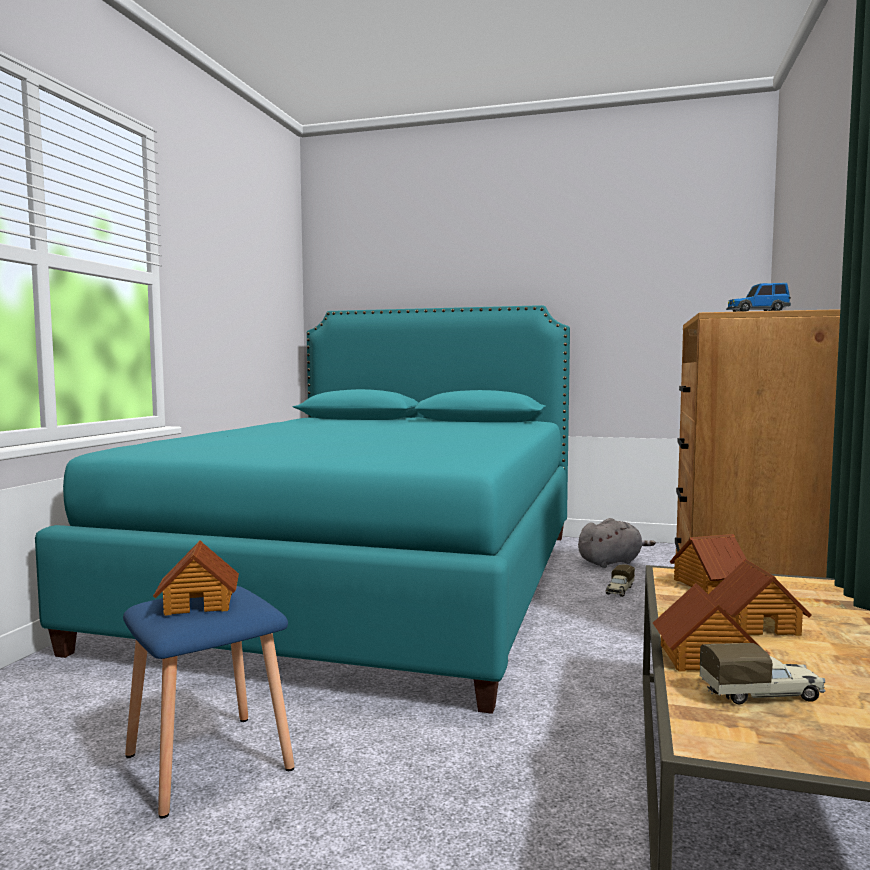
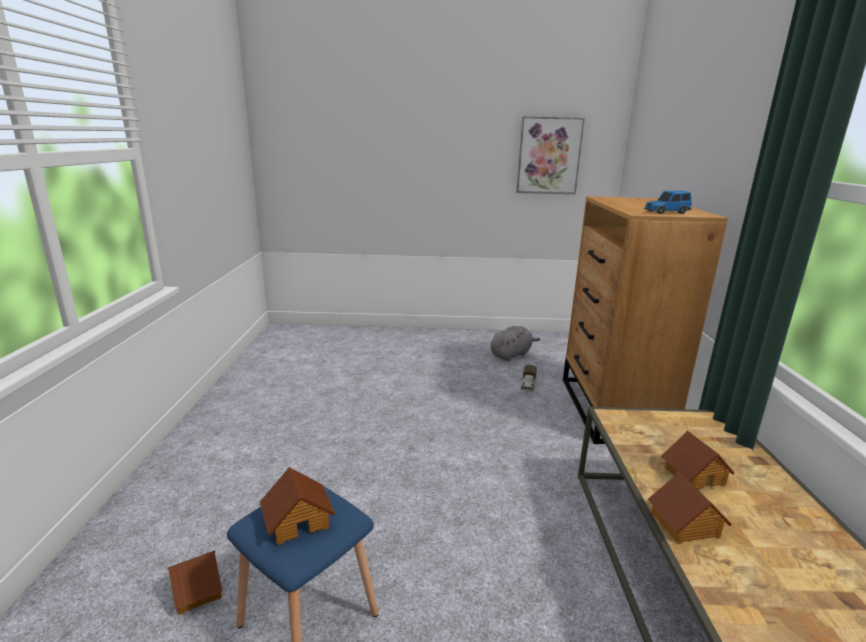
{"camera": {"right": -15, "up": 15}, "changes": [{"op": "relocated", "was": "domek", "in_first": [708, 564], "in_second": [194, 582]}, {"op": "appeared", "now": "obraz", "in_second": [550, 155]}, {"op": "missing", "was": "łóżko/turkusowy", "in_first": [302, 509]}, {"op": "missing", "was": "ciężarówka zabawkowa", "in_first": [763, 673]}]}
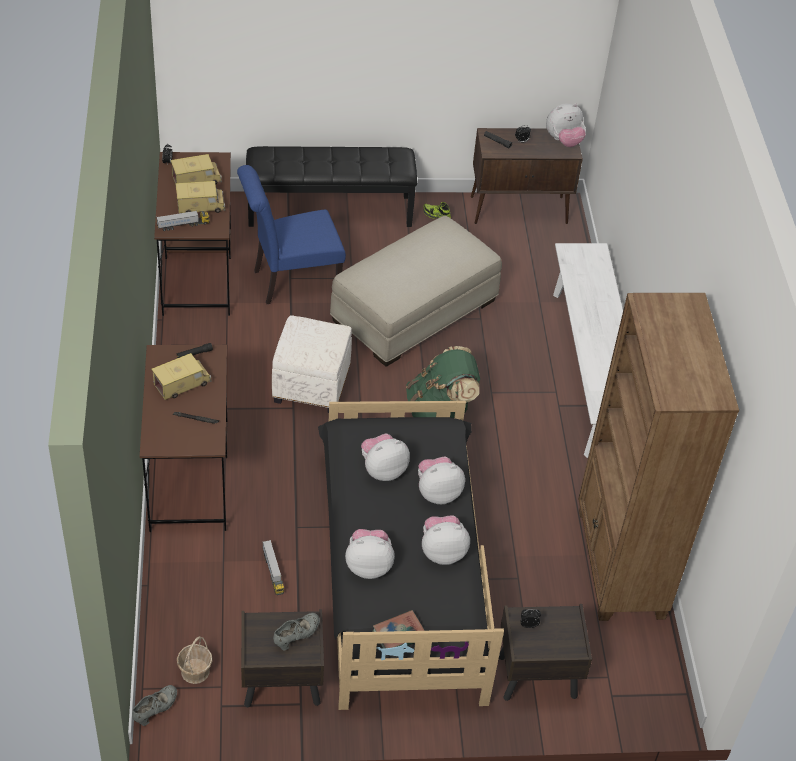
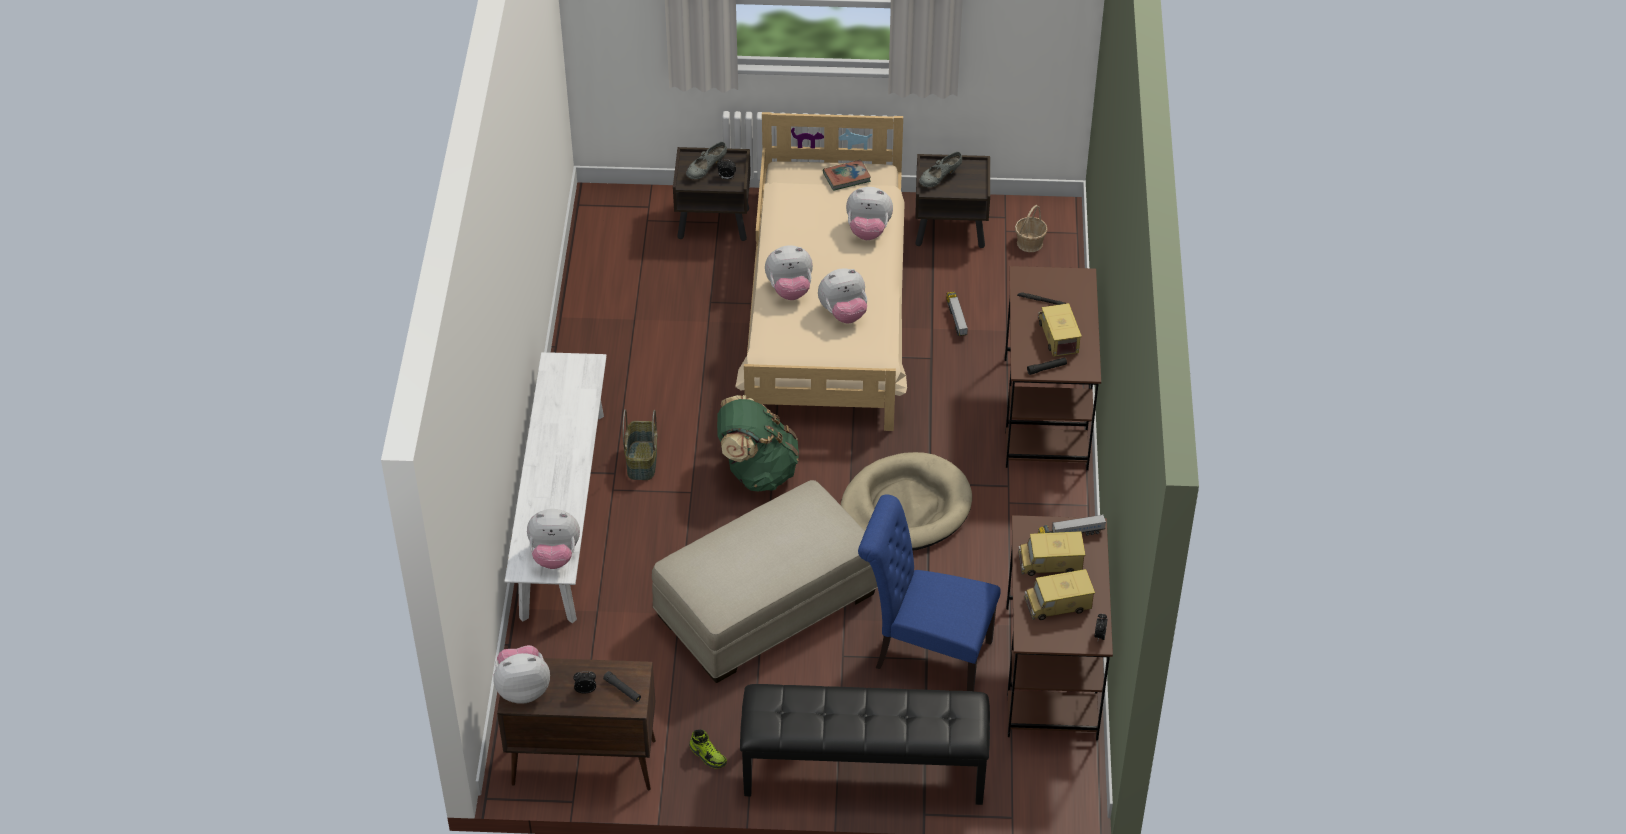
{"camera": {"right": -170, "up": 0}, "changes": [{"op": "relocated", "was": "pluszak", "in_first": [446, 540], "in_second": [553, 539]}, {"op": "appeared", "now": "koszyk", "in_second": [640, 444]}, {"op": "relocated", "was": "but/szary", "in_first": [154, 705], "in_second": [706, 161]}, {"op": "colour", "was": "łóżko/czarny", "now": "łóżko/beżowy", "in_first": [411, 555], "in_second": [821, 271]}, {"op": "exchanged", "was": "pufa/biały", "now": "legowisko/beżowy", "in_first": [312, 364], "in_second": [906, 501]}, {"op": "spun", "was": "krzesło/niebieski", "in_first": [291, 234], "in_second": [929, 592], "clockwise": -150}, {"op": "spun", "was": "ciężarówka zabawkowa", "in_first": [181, 376], "in_second": [1060, 330], "clockwise": 105}, {"op": "missing", "was": "regał/brązowy", "in_first": [658, 457]}]}
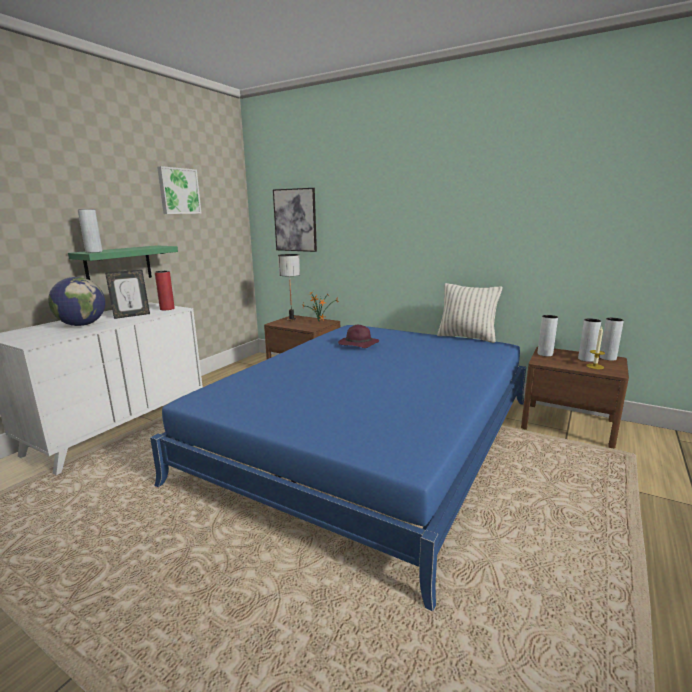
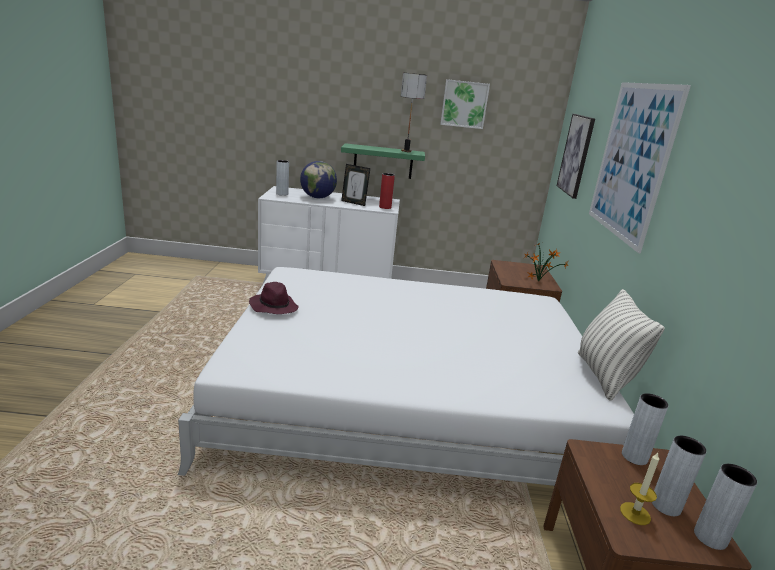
{"camera": {"right": 60, "up": 5}, "changes": [{"op": "colour", "was": "łóżko/niebieski", "now": "łóżko/biały", "in_first": [338, 468], "in_second": [406, 376]}, {"op": "relocated", "was": "kapelusz/fioletowy", "in_first": [358, 336], "in_second": [273, 298]}, {"op": "relocated", "was": "wazon/szary", "in_first": [90, 231], "in_second": [282, 178]}, {"op": "relocated", "was": "lampa stołowa", "in_first": [289, 287], "in_second": [414, 112]}, {"op": "appeared", "now": "obraz", "in_second": [640, 168]}]}
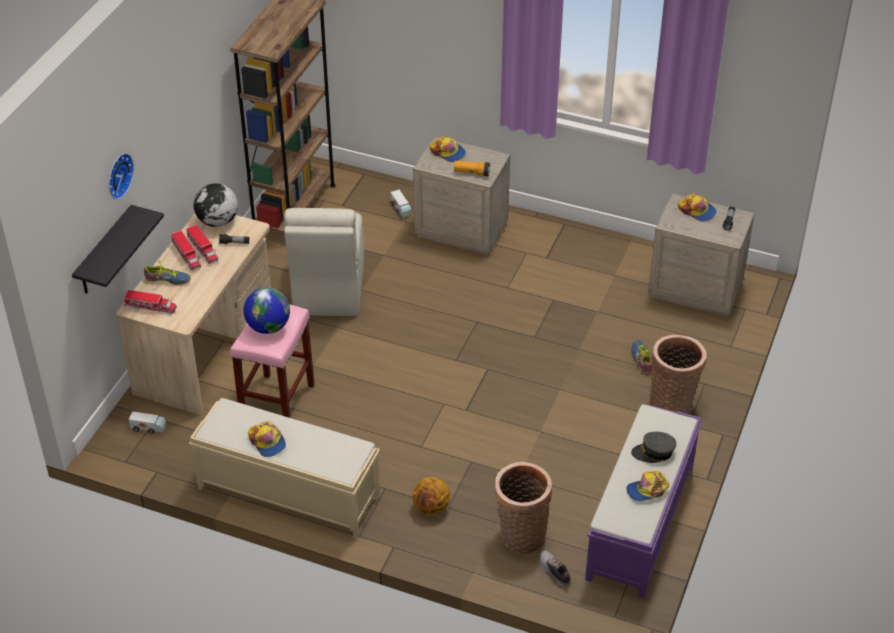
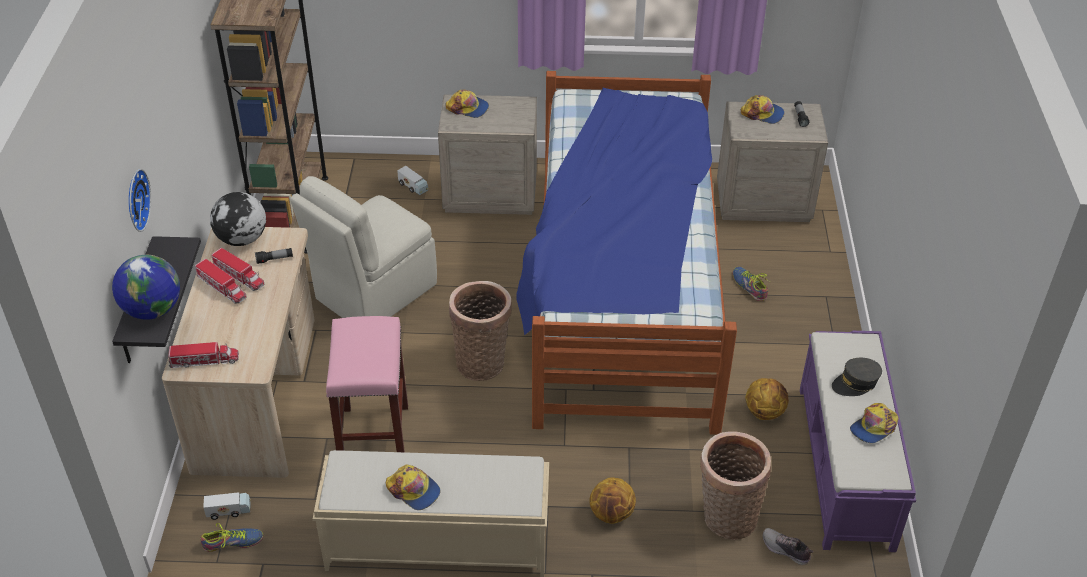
{"camera": {"right": -20, "up": 0}, "changes": [{"op": "relocated", "was": "globus", "in_first": [267, 310], "in_second": [146, 287]}, {"op": "relocated", "was": "but", "in_first": [167, 273], "in_second": [231, 537]}, {"op": "spun", "was": "krzesło/beżowy", "in_first": [324, 262], "in_second": [363, 247], "clockwise": 60}, {"op": "relocated", "was": "koszyk", "in_first": [678, 374], "in_second": [480, 331]}, {"op": "appeared", "now": "łóżko", "in_second": [626, 253]}, {"op": "appeared", "now": "piłka do koszykówki", "in_second": [767, 399]}, {"op": "missing", "was": "latarka", "in_first": [472, 168]}]}
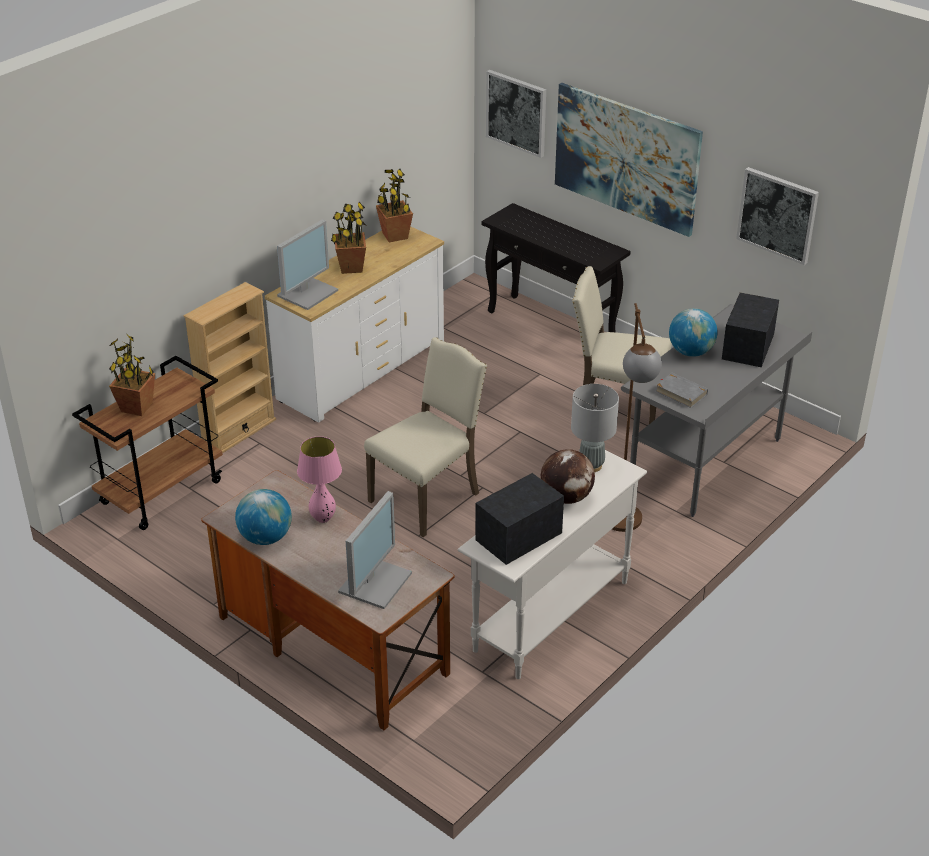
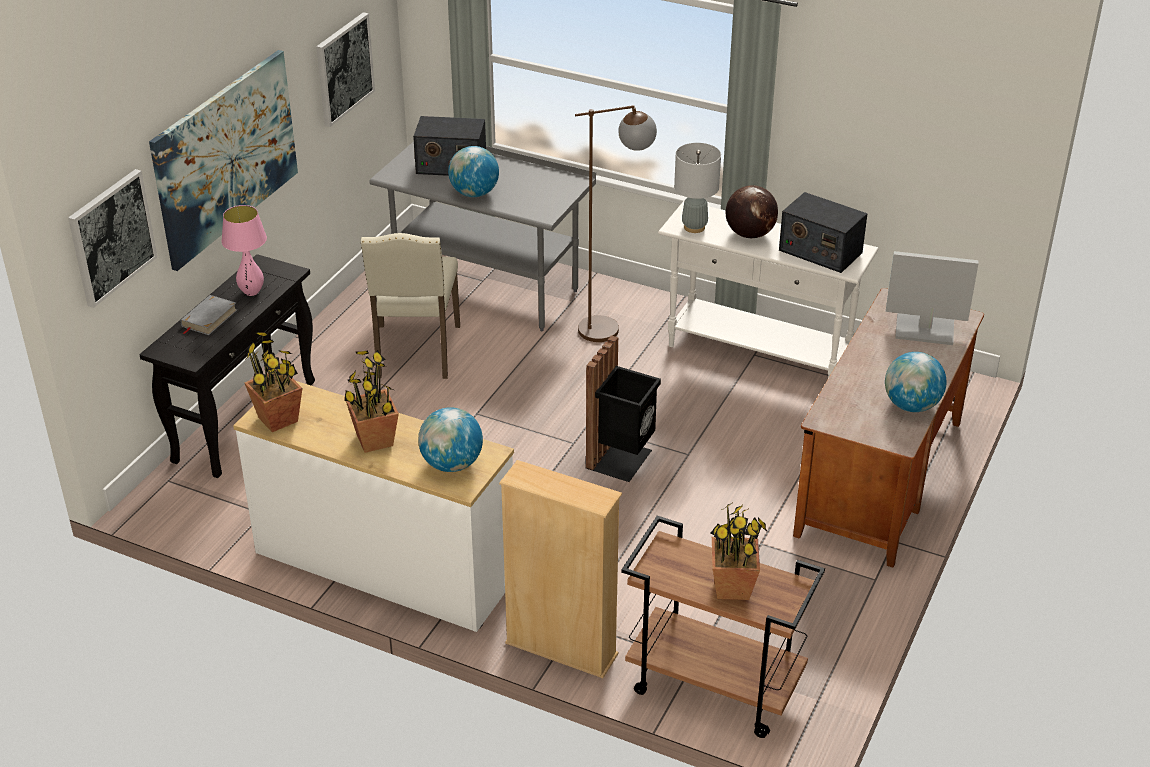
{"camera": {"right": -105, "up": 0}, "changes": [{"op": "relocated", "was": "książka/szary", "in_first": [681, 390], "in_second": [209, 315]}, {"op": "relocated", "was": "lampa stołowa/różowy", "in_first": [319, 479], "in_second": [244, 250]}, {"op": "exchanged", "was": "monitor", "now": "globus", "in_first": [307, 264], "in_second": [450, 439]}, {"op": "exchanged", "was": "krzesło/beżowy", "now": "kosz na śmieci/czarny", "in_first": [425, 437], "in_second": [623, 409]}]}
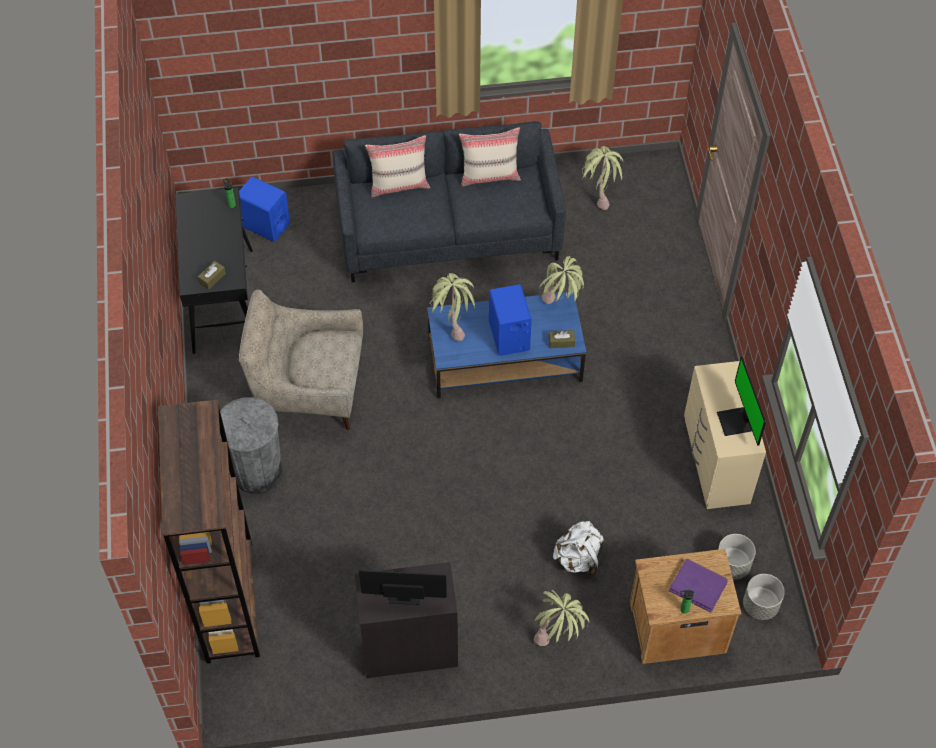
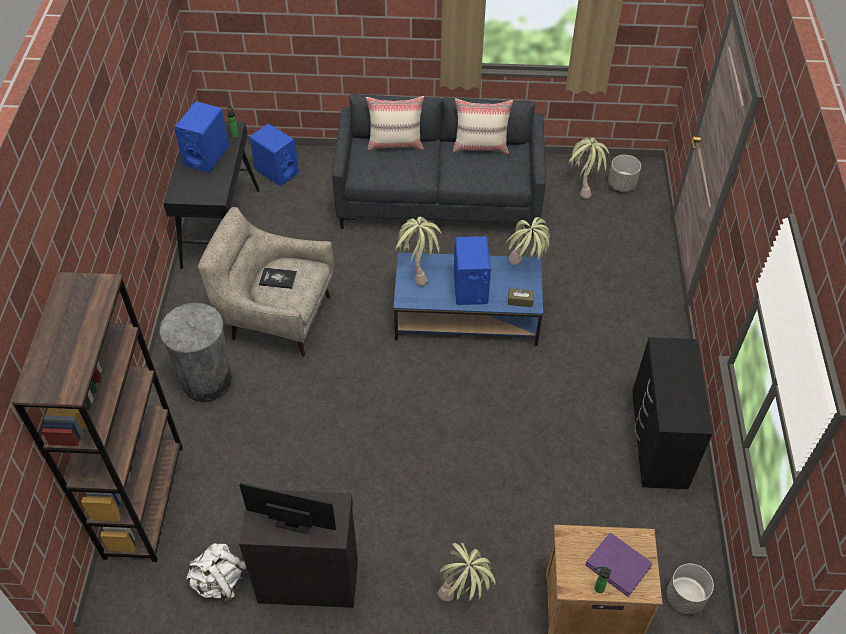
{"camera": {"right": 10, "up": -5}, "changes": [{"op": "appeared", "now": "głośnik/niebieski", "in_second": [201, 137]}, {"op": "relocated", "was": "plecak/biały", "in_first": [578, 548], "in_second": [216, 573]}, {"op": "appeared", "now": "książka", "in_second": [278, 278]}, {"op": "relocated", "was": "donica/szary", "in_first": [737, 556], "in_second": [624, 173]}, {"op": "colour", "was": "komoda/beżowy", "now": "komoda/czarny", "in_first": [725, 435], "in_second": [672, 413]}, {"op": "missing", "was": "pudełko chusteczek/brązowy", "in_first": [212, 275]}, {"op": "missing", "was": "monitor", "in_first": [741, 401]}]}
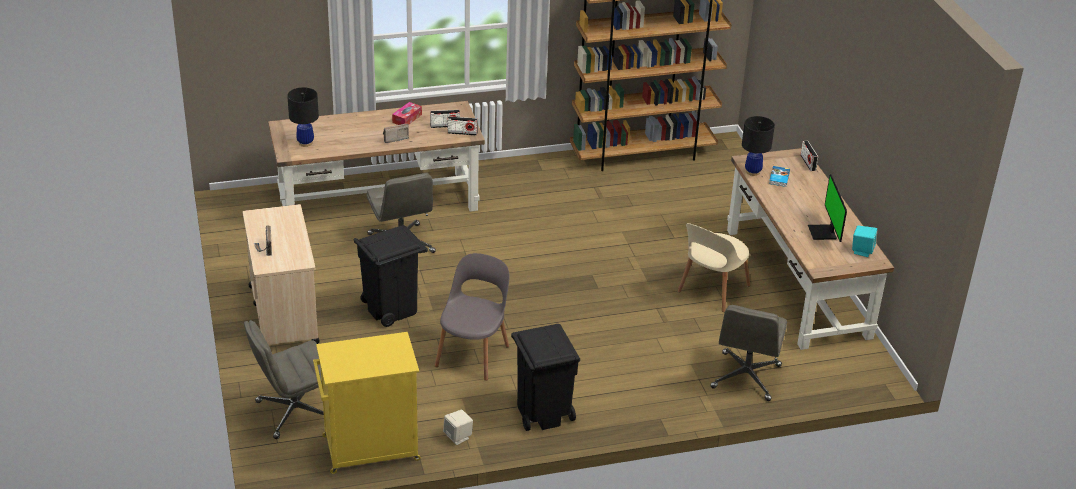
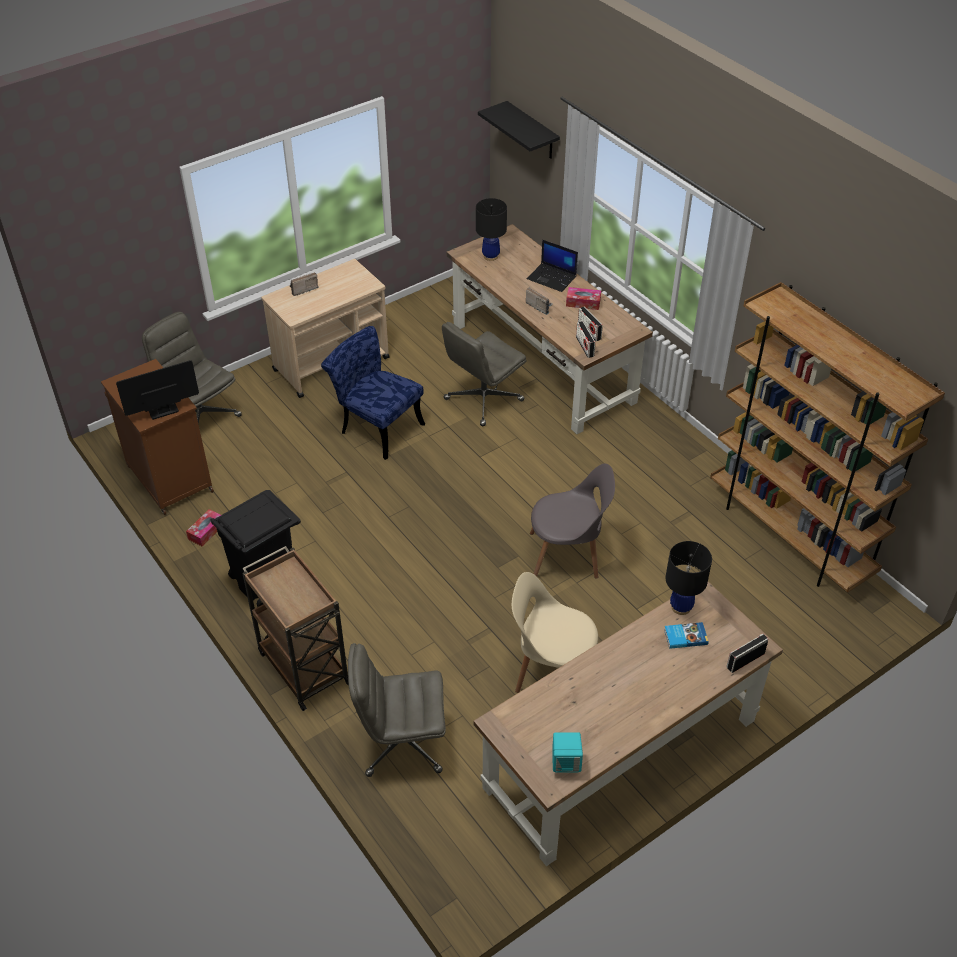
{"camera": {"right": 70, "up": 10}, "changes": [{"op": "colour", "was": "szafka/żółty", "now": "szafka/brązowy", "in_first": [367, 403], "in_second": [157, 437]}, {"op": "relocated", "was": "monitor", "in_first": [827, 208], "in_second": [157, 390]}, {"op": "exchanged", "was": "głośnik/beżowy", "now": "pudełko chusteczek", "in_first": [458, 427], "in_second": [203, 528]}, {"op": "appeared", "now": "wózek/brązowy", "in_second": [295, 628]}, {"op": "exchanged", "was": "kosz na śmieci/czarny", "now": "krzesło/niebieski", "in_first": [391, 276], "in_second": [373, 393]}, {"op": "appeared", "now": "półka/czarny", "in_second": [519, 129]}, {"op": "appeared", "now": "laptop", "in_second": [552, 266]}, {"op": "relocated", "was": "krzesło/szary", "in_first": [472, 317], "in_second": [572, 521]}]}
